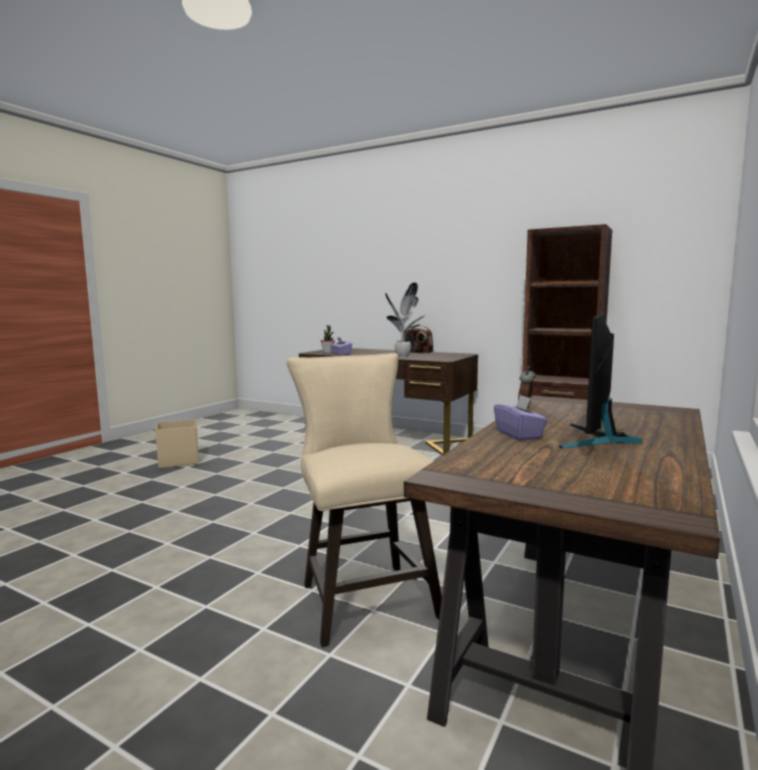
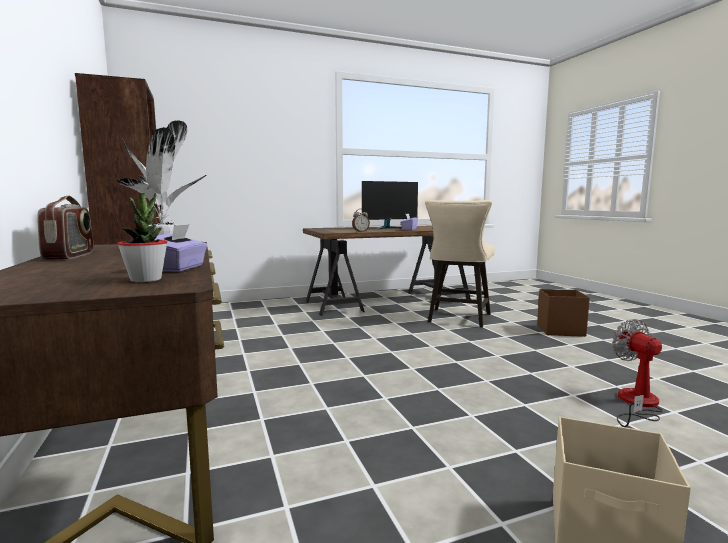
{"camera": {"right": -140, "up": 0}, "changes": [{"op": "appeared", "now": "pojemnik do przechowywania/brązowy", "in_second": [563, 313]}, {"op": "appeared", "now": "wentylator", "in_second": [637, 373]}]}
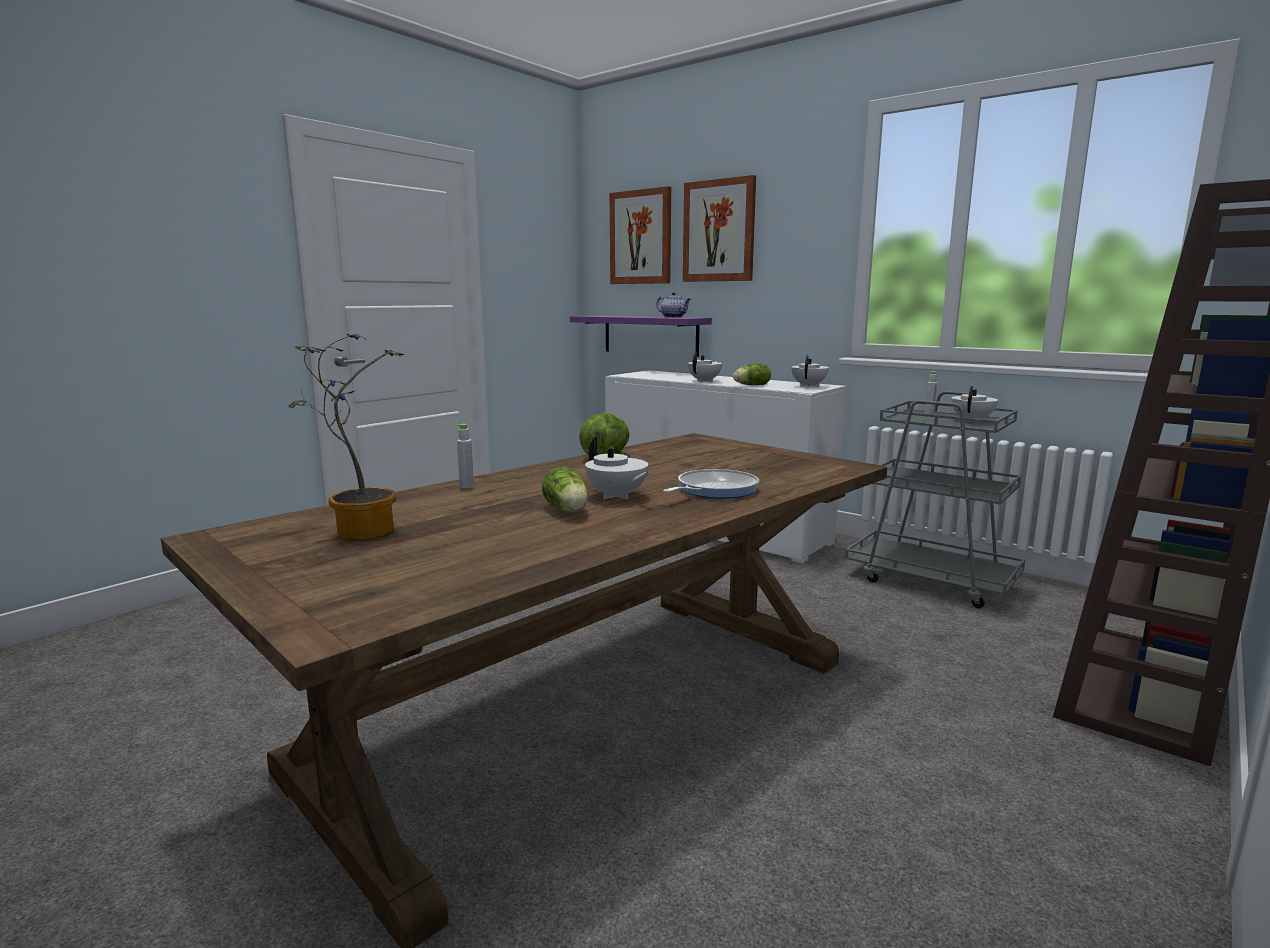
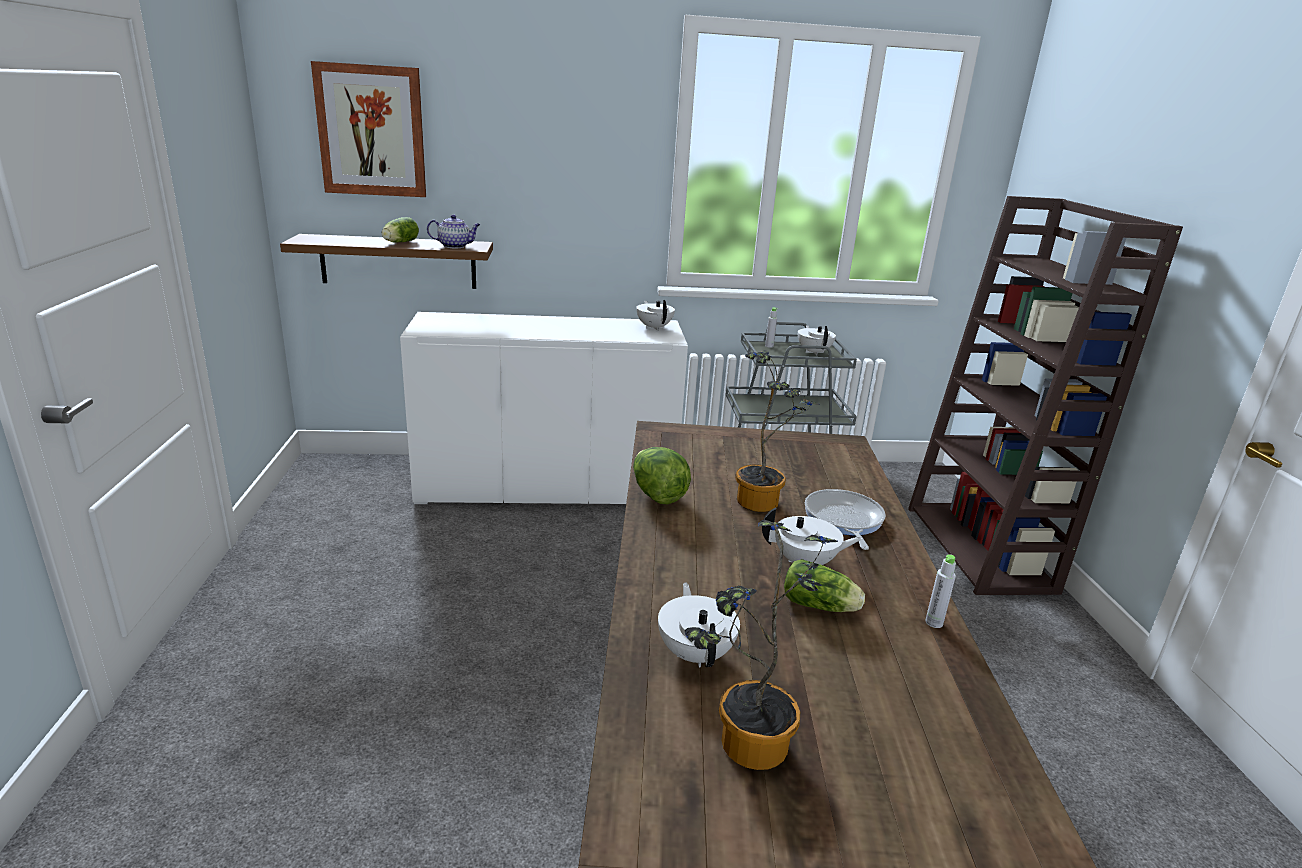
{"camera": {"right": -45, "up": 10}, "changes": [{"op": "colour", "was": "półka/fioletowy", "now": "półka/brązowy", "in_first": [641, 336], "in_second": [386, 261]}, {"op": "relocated", "was": "sałata", "in_first": [752, 374], "in_second": [400, 230]}, {"op": "relocated", "was": "imbryk/biały", "in_first": [705, 367], "in_second": [699, 625]}, {"op": "appeared", "now": "roślina doniczkowa", "in_second": [778, 431]}, {"op": "relocated", "was": "butelka/szary", "in_first": [465, 456], "in_second": [940, 591]}, {"op": "missing", "was": "obraz", "in_first": [719, 228]}]}
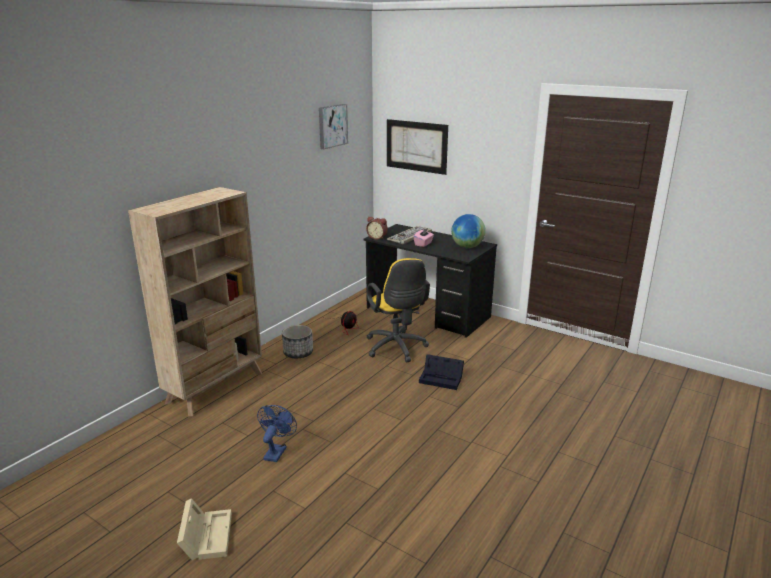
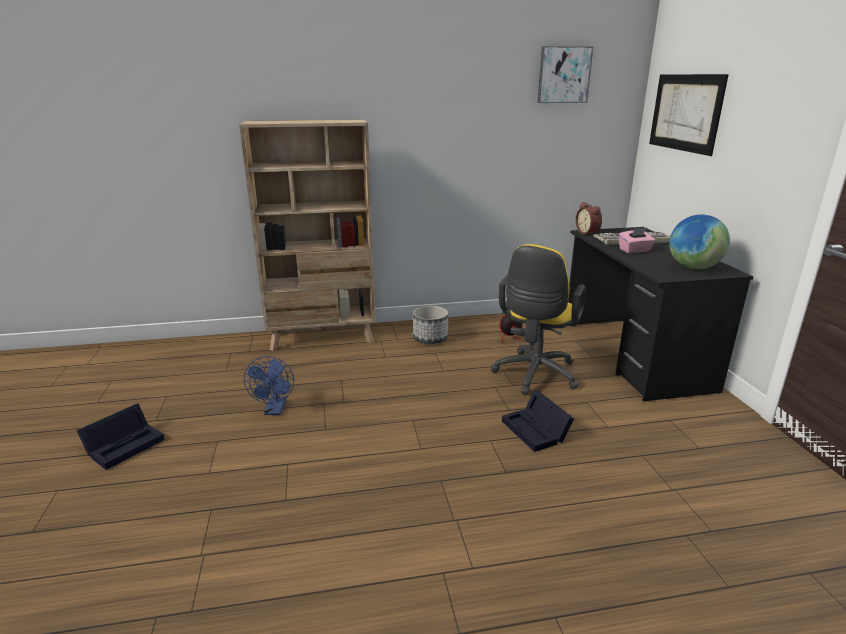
{"camera": {"right": 45, "up": 0}, "changes": [{"op": "colour", "was": "pojemnik do przechowywania/beżowy", "now": "pojemnik do przechowywania/czarny", "in_first": [204, 529], "in_second": [121, 436]}, {"op": "spun", "was": "wentylator/niebieski", "in_first": [277, 433], "in_second": [269, 385], "clockwise": 120}]}
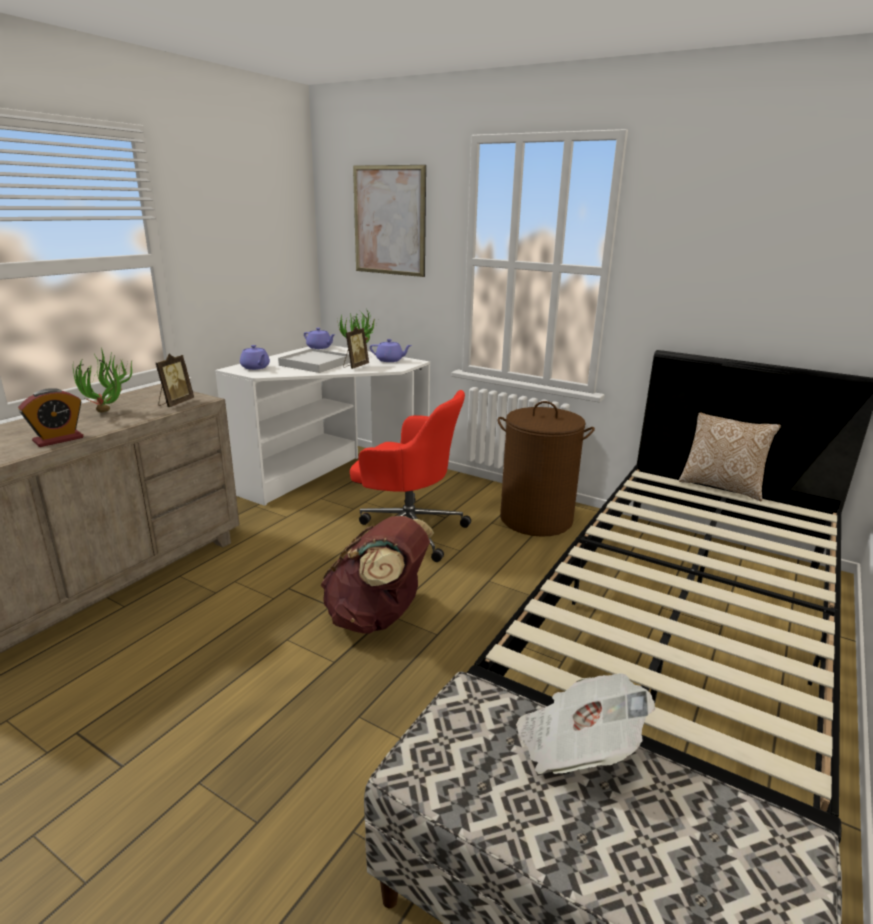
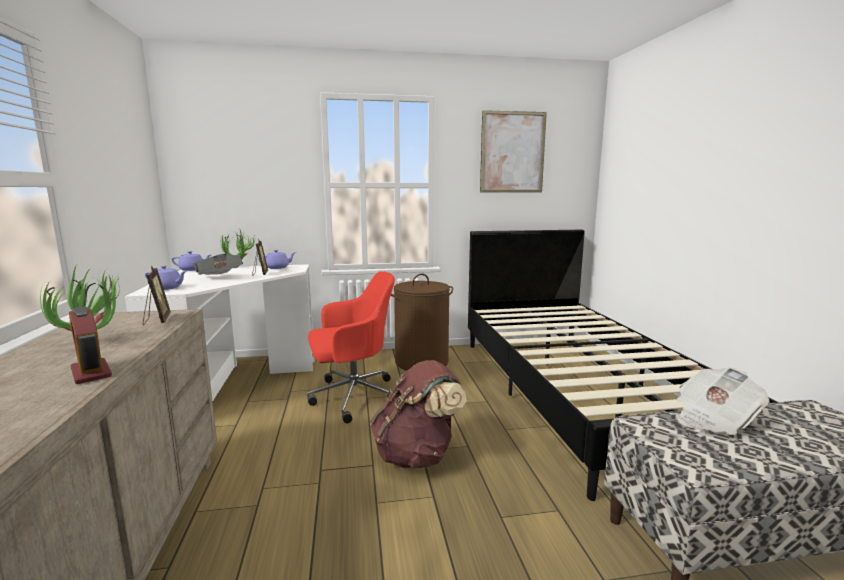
{"camera": {"right": -40, "up": -10}, "changes": [{"op": "spun", "was": "budzik", "in_first": [51, 417], "in_second": [90, 345], "clockwise": 135}, {"op": "exchanged", "was": "taca/biały", "now": "gazeta", "in_first": [314, 360], "in_second": [218, 264]}, {"op": "relocated", "was": "obraz", "in_first": [389, 221], "in_second": [513, 151]}, {"op": "missing", "was": "poduszka", "in_first": [730, 456]}]}
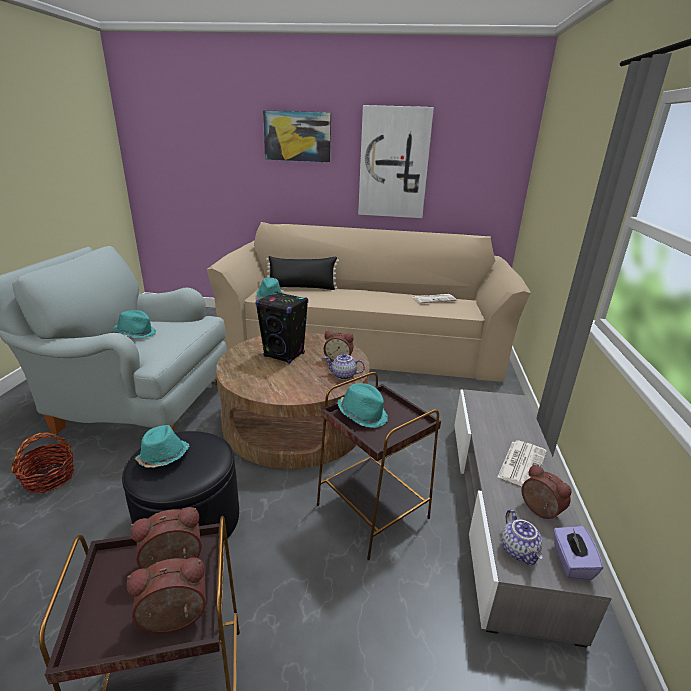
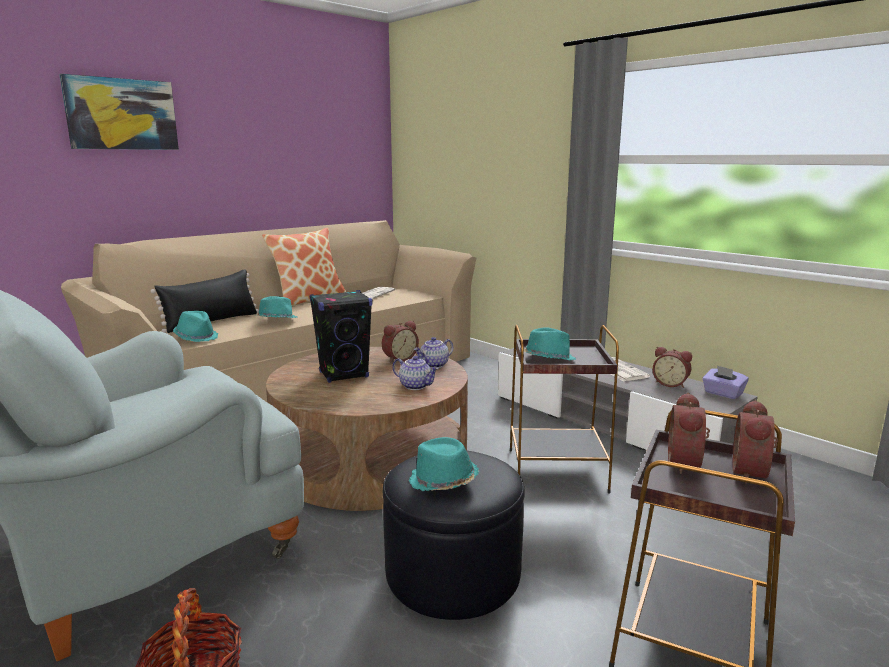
{"camera": {"right": -50, "up": -10}, "changes": [{"op": "relocated", "was": "kapelusz/turkusowy", "in_first": [134, 324], "in_second": [276, 307]}, {"op": "appeared", "now": "poduszka", "in_second": [304, 266]}, {"op": "relocated", "was": "imbryk", "in_first": [522, 537], "in_second": [415, 373]}, {"op": "spun", "was": "budzik", "in_first": [547, 492], "in_second": [672, 367], "clockwise": -150}, {"op": "missing", "was": "obraz", "in_first": [396, 161]}]}
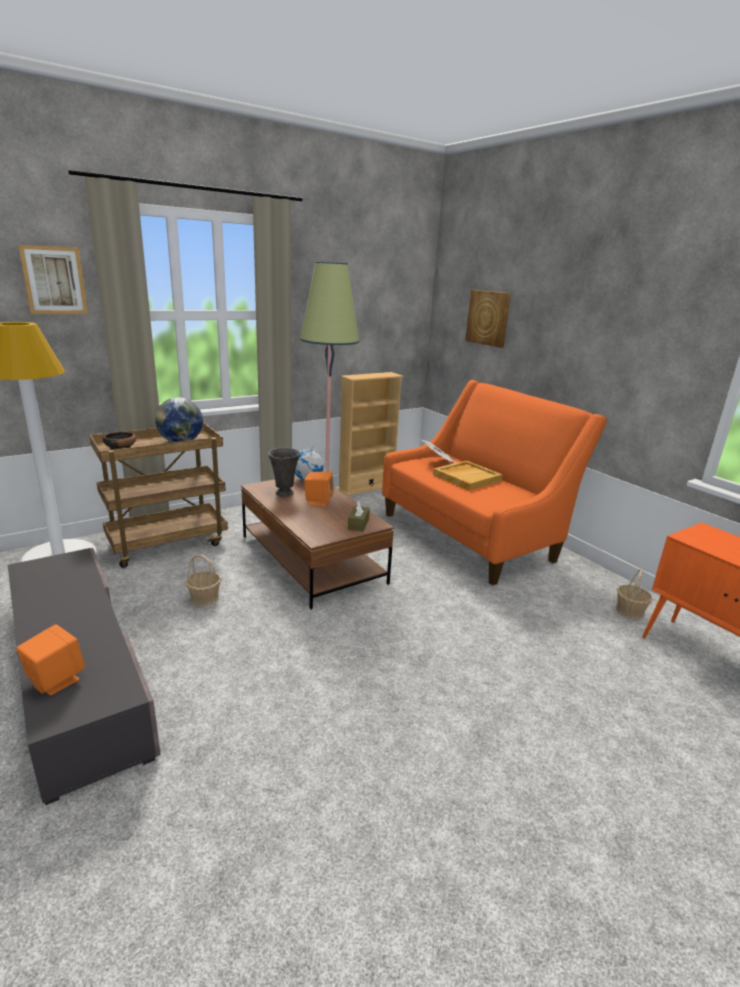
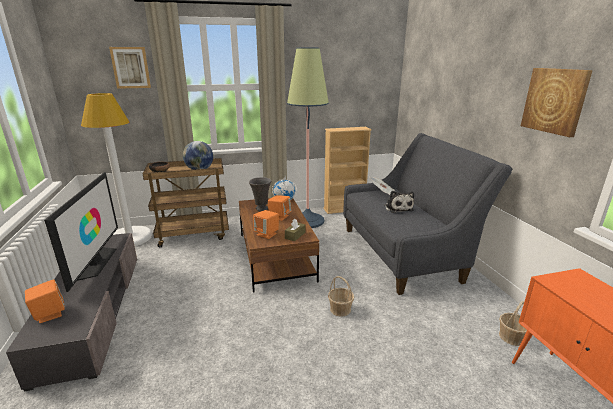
{"camera": {"right": 20, "up": 0}, "changes": [{"op": "appeared", "now": "telewizor", "in_second": [81, 232]}, {"op": "appeared", "now": "głośnik/pomarańczowy", "in_second": [266, 224]}, {"op": "relocated", "was": "koszyk", "in_first": [203, 580], "in_second": [341, 296]}, {"op": "colour", "was": "kanapa/pomarańczowy", "now": "kanapa/szary", "in_first": [494, 482], "in_second": [428, 214]}, {"op": "exchanged", "was": "taca/beżowy", "now": "pluszak", "in_first": [468, 475], "in_second": [399, 202]}, {"op": "relocated", "was": "obraz", "in_first": [488, 319], "in_second": [557, 102]}]}
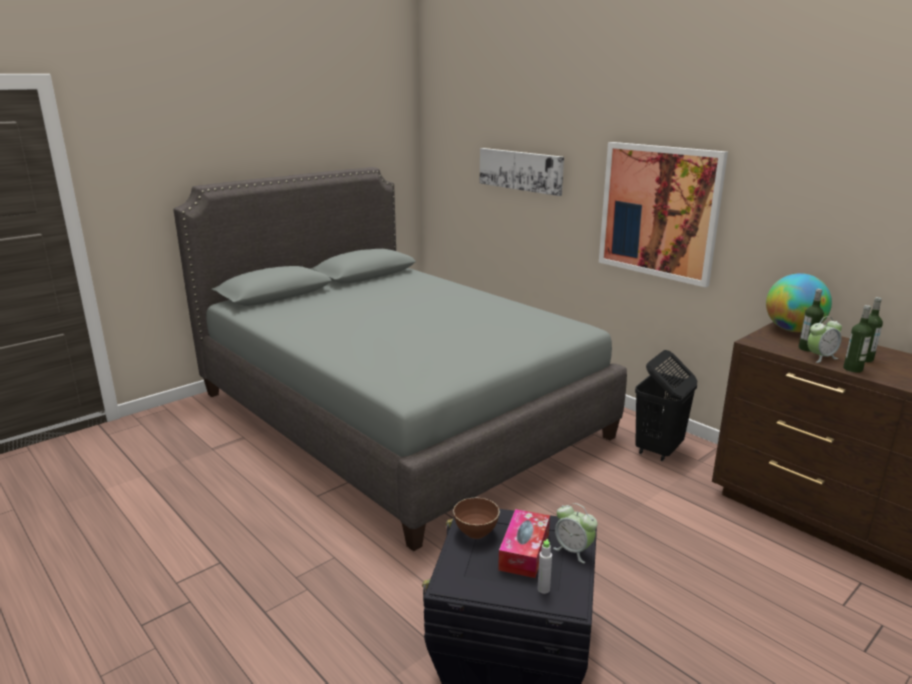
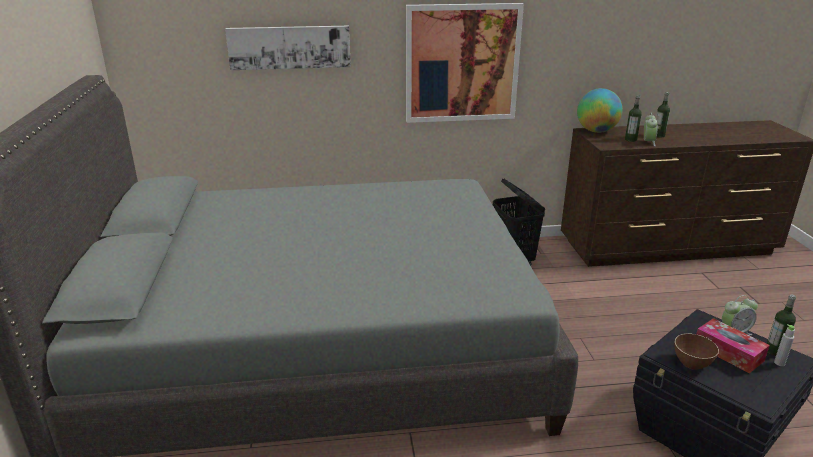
{"camera": {"right": -55, "up": 5}, "changes": [{"op": "relocated", "was": "butelka", "in_first": [857, 339], "in_second": [781, 325]}]}
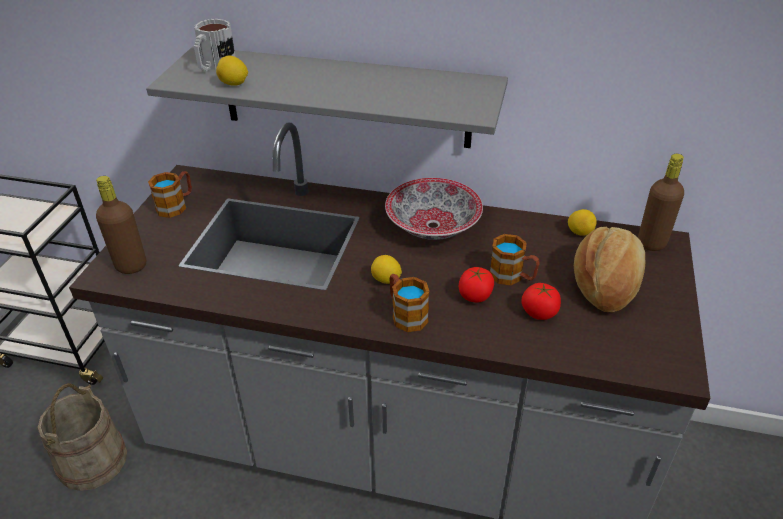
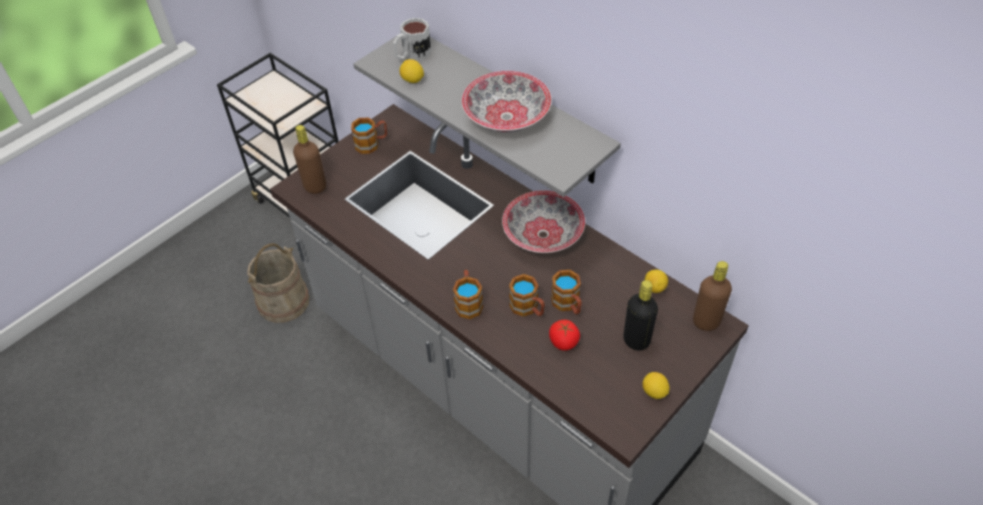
{"camera": {"right": 30, "up": 10}, "changes": [{"op": "appeared", "now": "miska", "in_second": [506, 102]}, {"op": "exchanged", "was": "pomidor", "now": "kubek", "in_first": [476, 285], "in_second": [527, 295]}, {"op": "exchanged", "was": "chleb", "now": "butelka/czarny", "in_first": [609, 269], "in_second": [640, 315]}, {"op": "relocated", "was": "cytryna", "in_first": [386, 269], "in_second": [656, 385]}]}
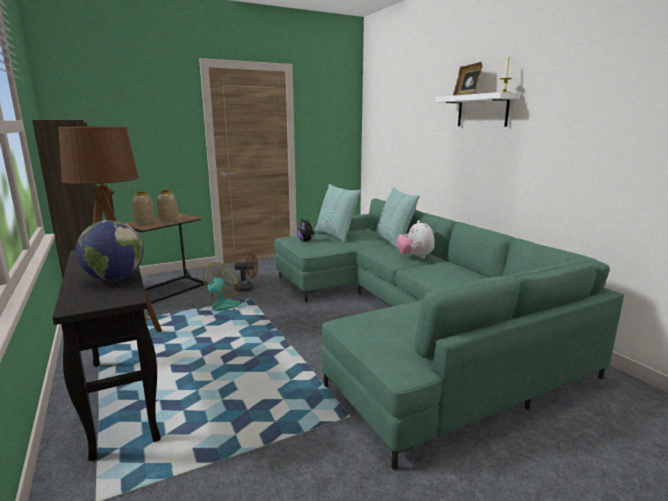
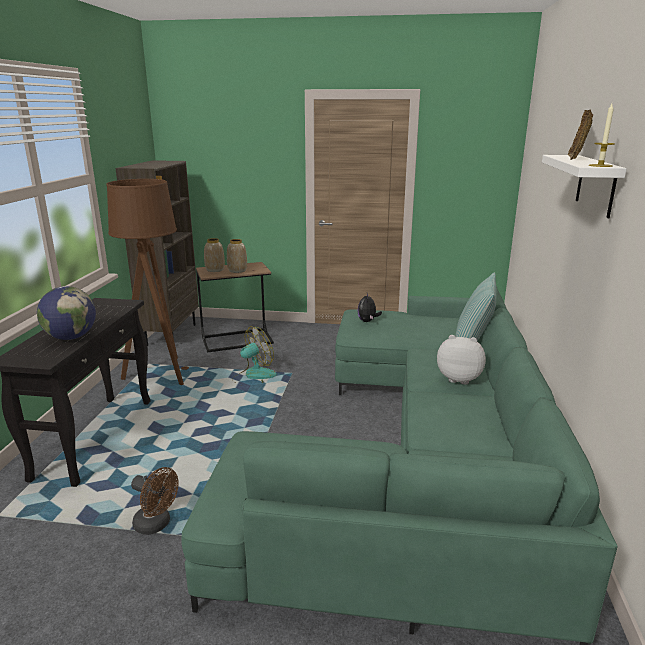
{"camera": {"right": 35, "up": 5}, "changes": [{"op": "relocated", "was": "wentylator/brązowy", "in_first": [246, 272], "in_second": [155, 501]}, {"op": "spun", "was": "pluszak", "in_first": [416, 239], "in_second": [461, 359], "clockwise": 90}, {"op": "missing", "was": "poduszka", "in_first": [338, 213]}]}
